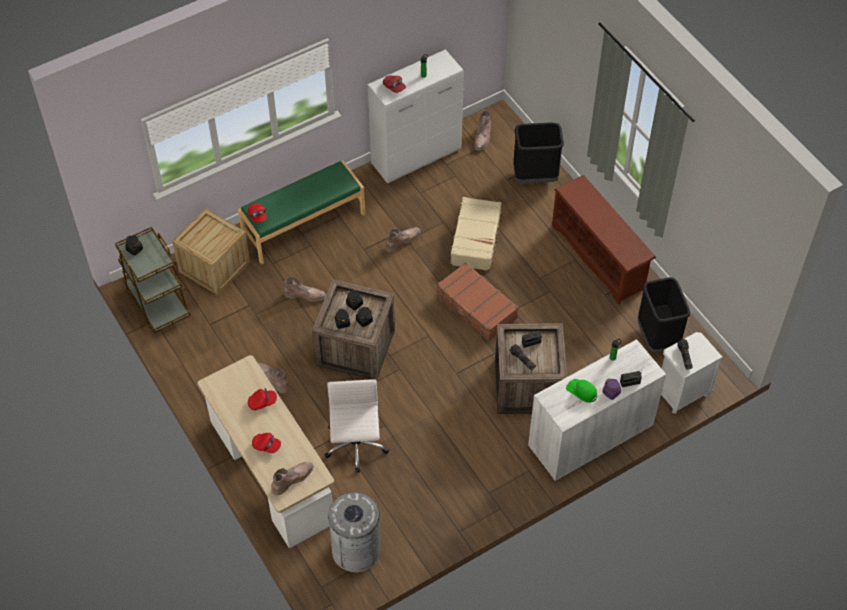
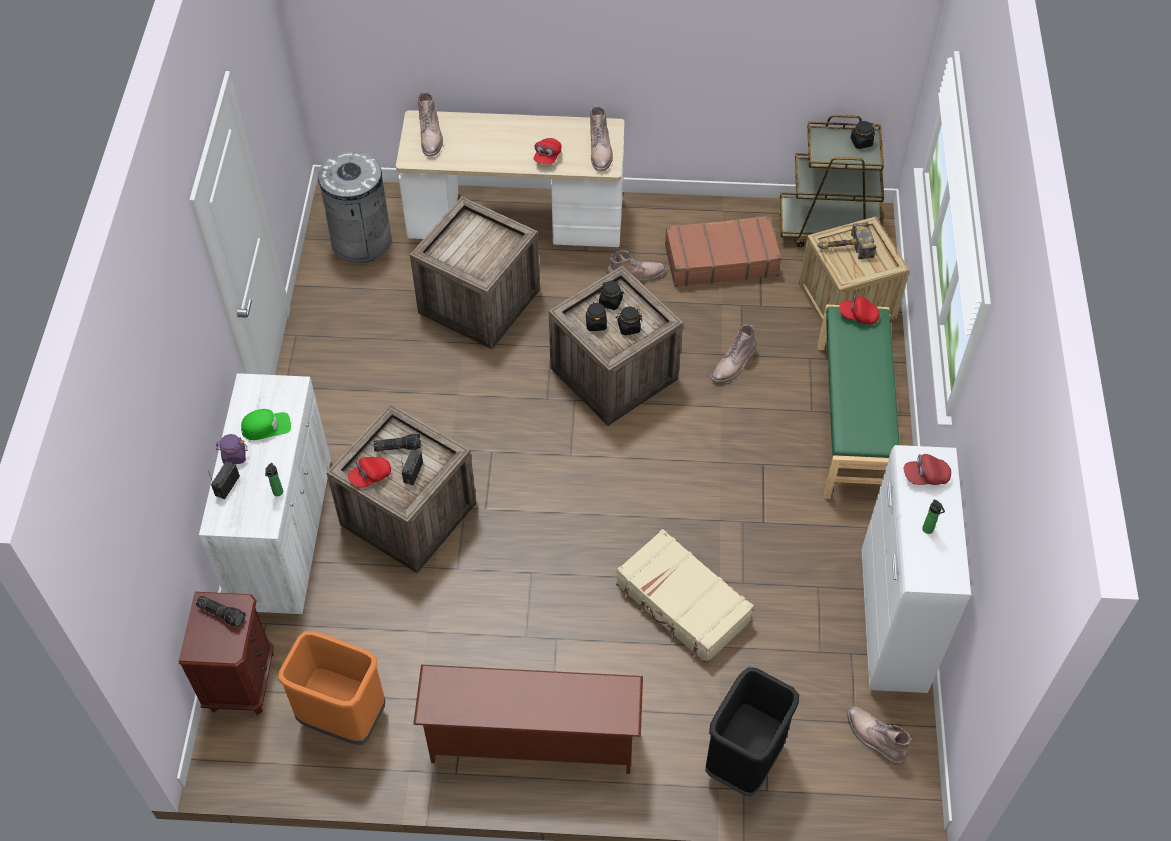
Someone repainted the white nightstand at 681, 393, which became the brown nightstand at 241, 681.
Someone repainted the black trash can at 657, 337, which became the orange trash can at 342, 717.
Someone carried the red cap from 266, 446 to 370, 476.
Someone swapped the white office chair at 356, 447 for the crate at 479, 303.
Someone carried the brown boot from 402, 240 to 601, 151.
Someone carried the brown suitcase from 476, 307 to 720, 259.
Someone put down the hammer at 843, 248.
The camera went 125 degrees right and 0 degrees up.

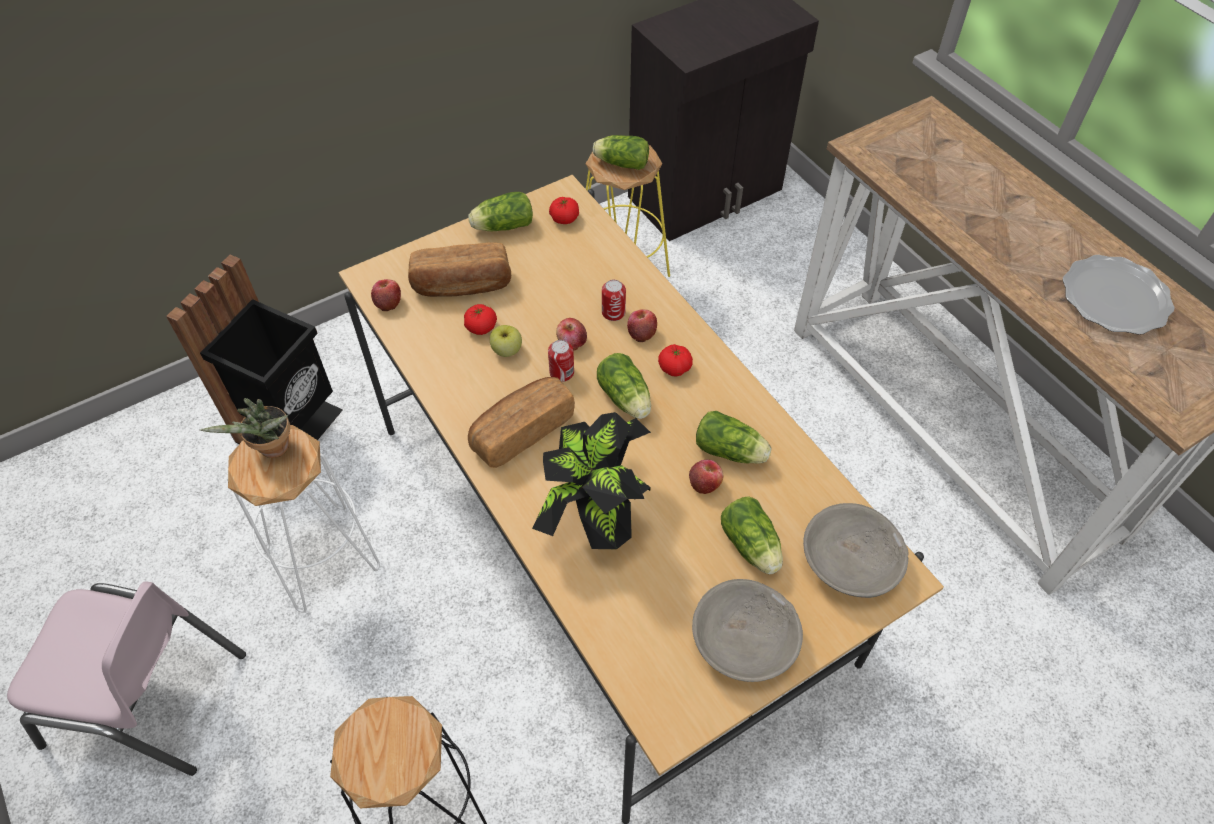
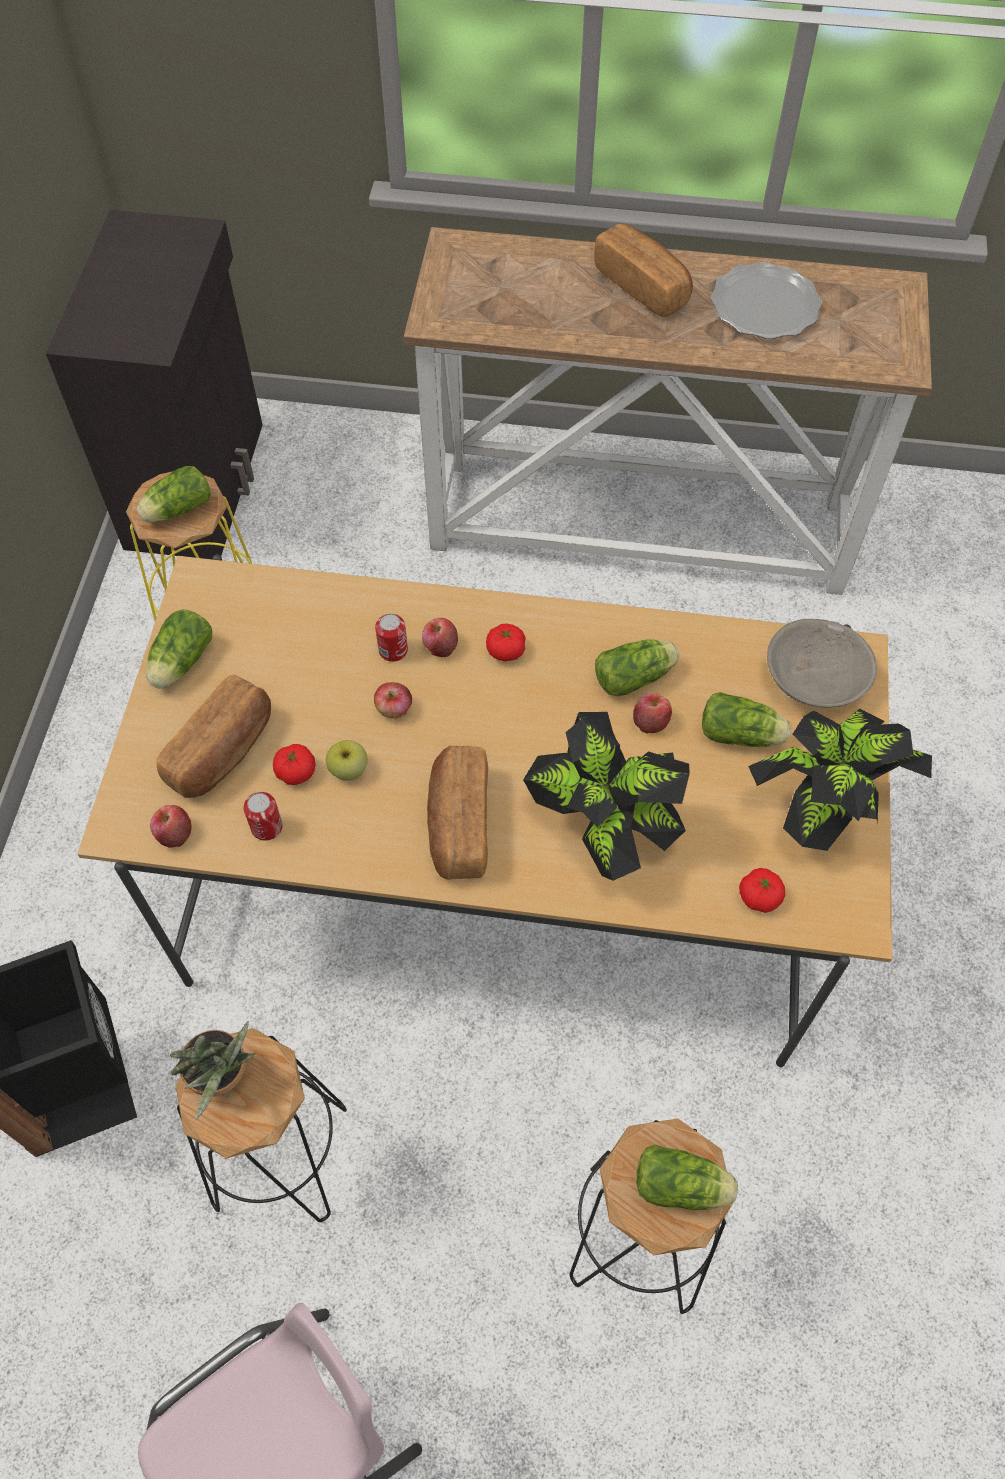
Someone repainted the white stool at 322, 557, which became the black stool at 279, 1156.
Someone carried the can from 561, 372 to 267, 827.
Someone put down the bread at 643, 286.
Someone carried the lettuce from 626, 399 to 684, 1186.
Someone carried the tomato from 564, 218 to 759, 896.
Someone swapped the grey bowl at 743, 641 for the potted plant at 823, 808.
The camera went 50 degrees left and 5 degrees up.

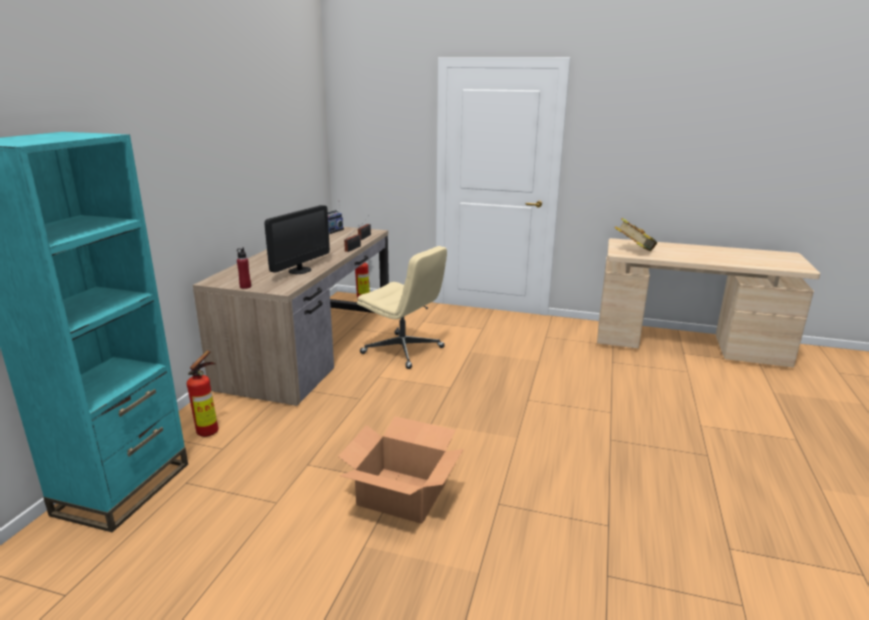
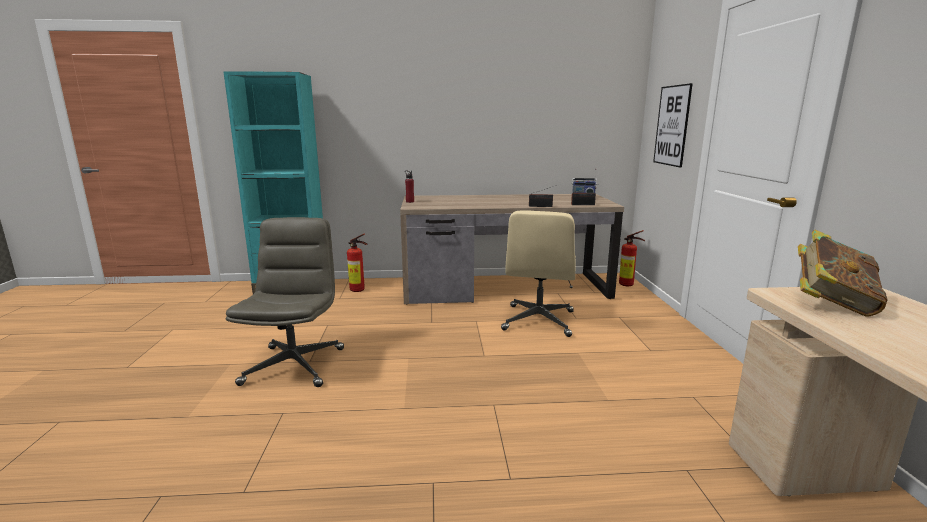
Someone swapped the cardboard box at 402, 493 for the grey office chair at 294, 365.
Someone put up the picture at 672, 125.
Someone took away the monitor at 300, 270.
The camera went 70 degrees right and 5 degrees down.

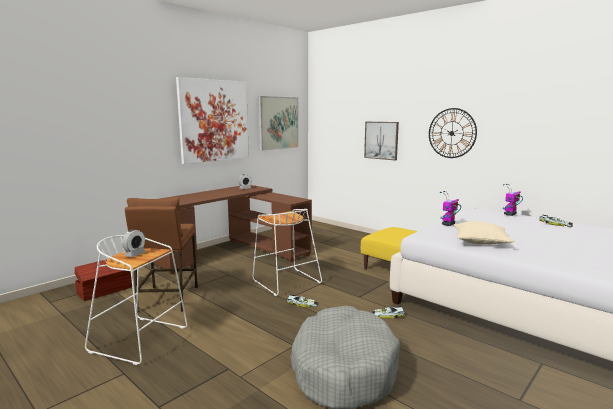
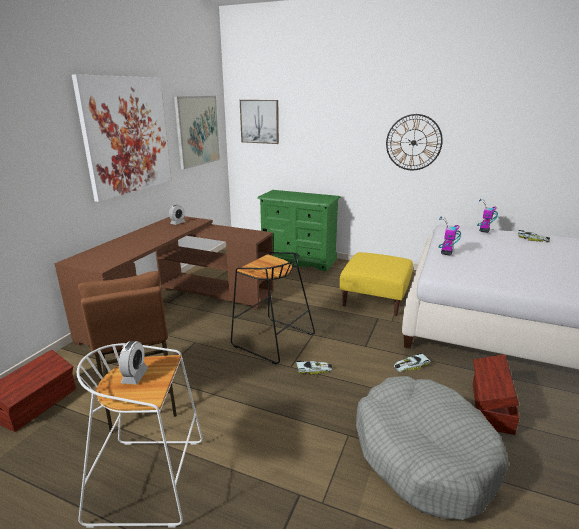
Someone repainted the white stool at 285, 281, which became the black stool at 271, 340.
Someone carried the picture from 381, 140 to 259, 121.
Someone put down the green dresser at 298, 260.
Someone put down the brown storage box at 490, 407.
Someone took away the beige pillow at 480, 241.
The camera went 20 degrees left and 10 degrees up.

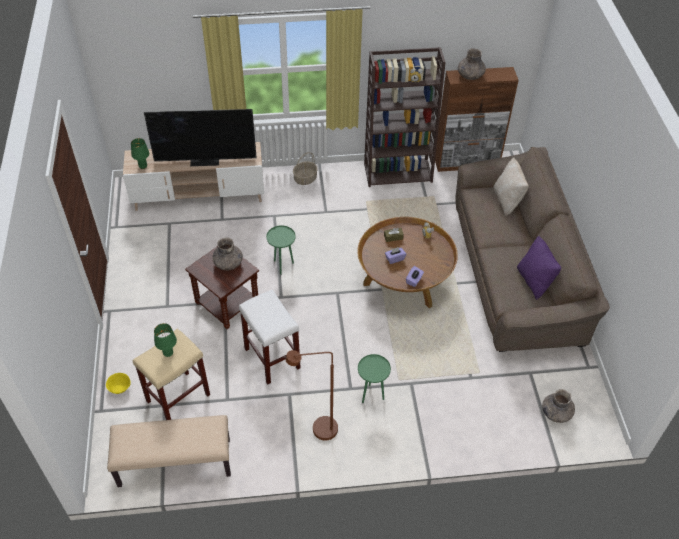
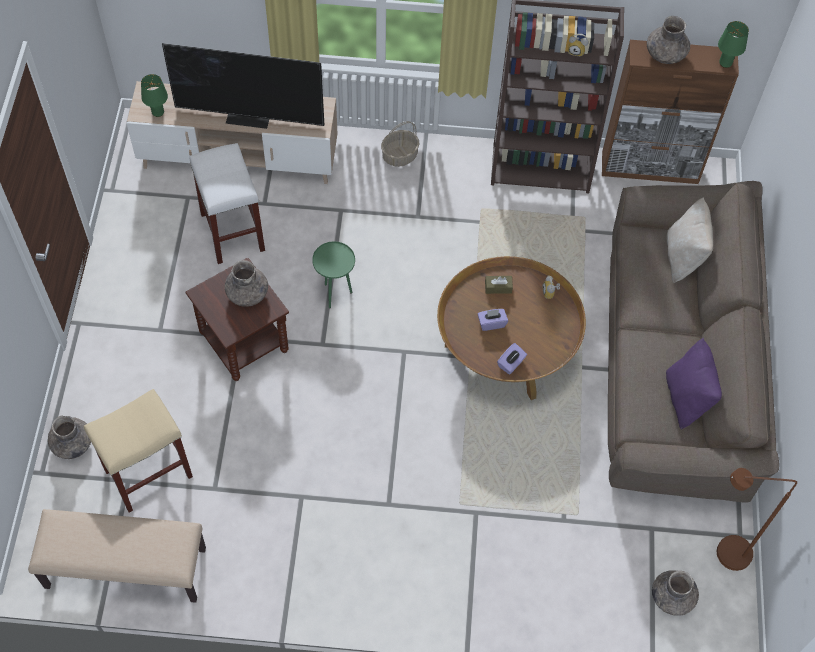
Someone swapped the yellow bowl at 119, 388 for the grey vase at 72, 444.
Someone carried the white stool from 271, 358 to 231, 231.
Someone carried the brown floor lamp from 318, 431 to 723, 554.
Someone carried the green table lamp from 168, 353 to 725, 63.
Someone took away the green side table at 371, 395.
The camera went 10 degrees right and 10 degrees up.

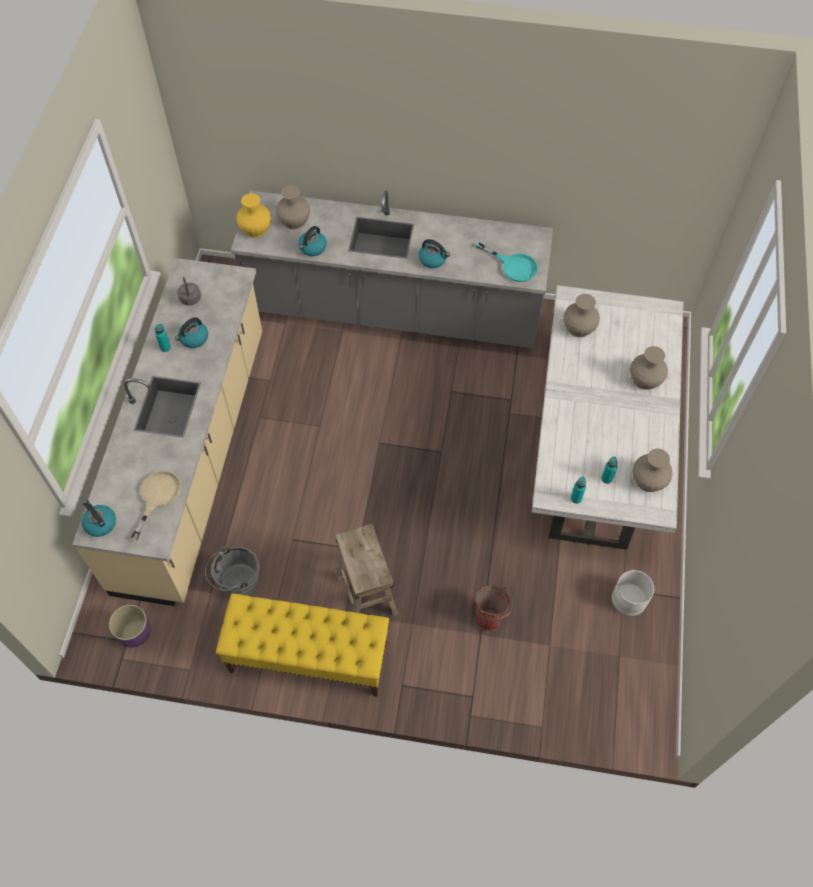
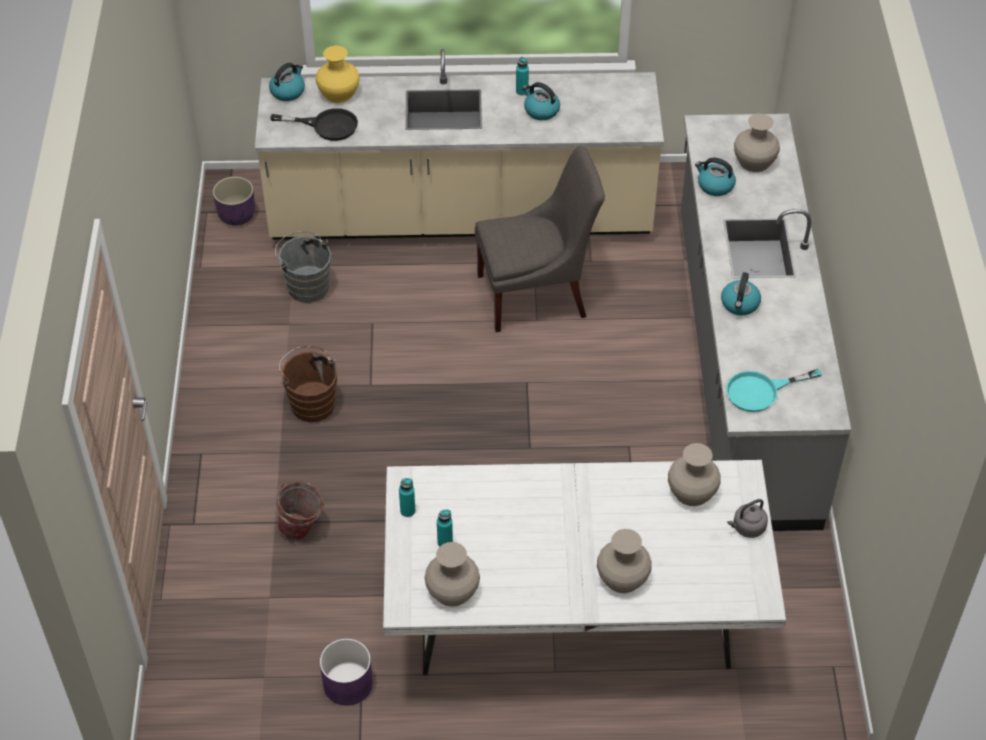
Someone repainted the beige frying pan at 157, 497, which became the black frying pan at 326, 125.
Someone swapped the beige stool at 366, 594 for the brown bucket at 311, 402.
Someone carried the yellow vase from 255, 228 to 339, 93.
Someone repainted the white planter at 629, 599, which became the purple planter at 347, 684.
Someone put down the grey chair at 537, 295.
Someone rotated the turquoise frying pan at 513, 266 by 45 degrees clockwise.
Someone carried the grey kettle from 190, 300 to 747, 528.
Someone took away the yellow bench at 308, 657.
The camera went 80 degrees right and 10 degrees down.

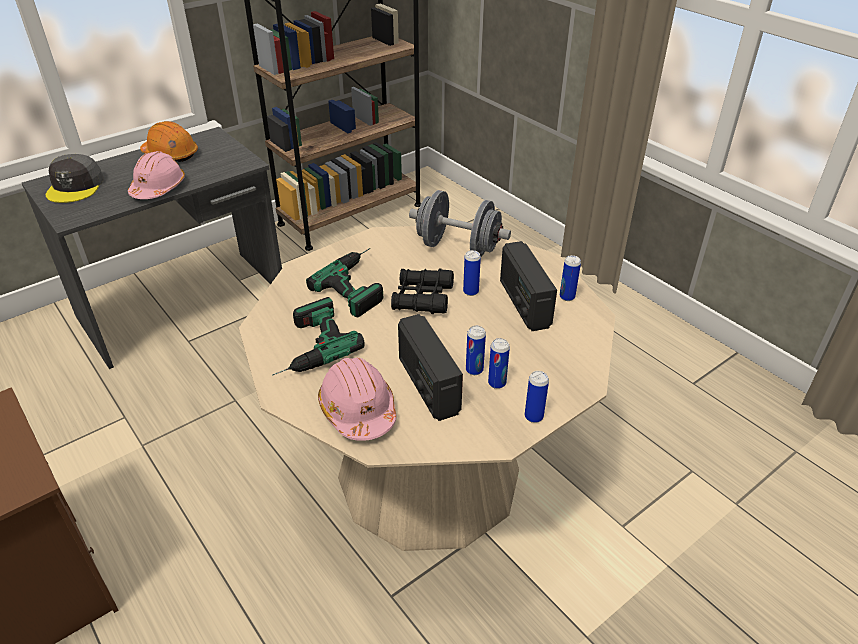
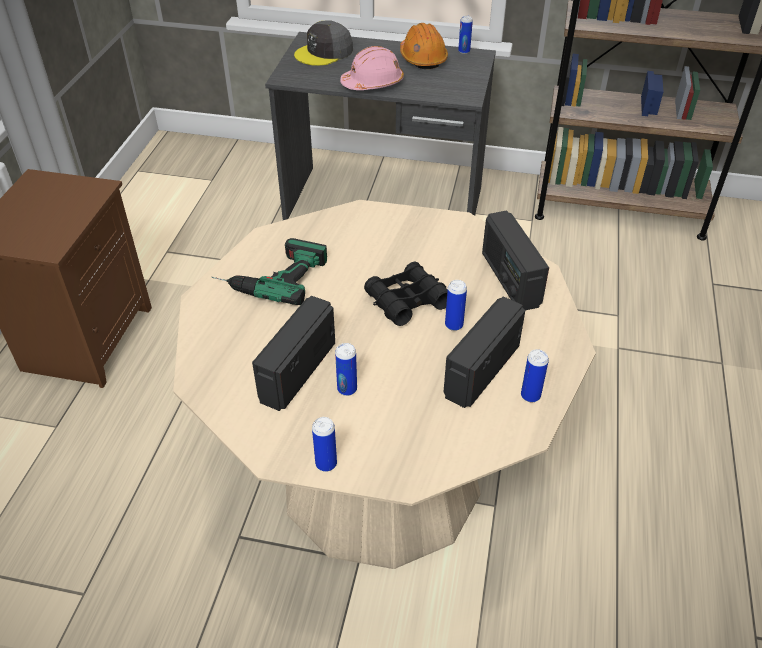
Someone carried the can from 497, 383 to 464, 51.
Someone swapped the grey dumbbell at 458, 247 for the radio at 510, 279.
Someone took away the power drill at 360, 283.
Someone took away the pink hard hat at 358, 410.
The camera went 50 degrees right and 5 degrees up.

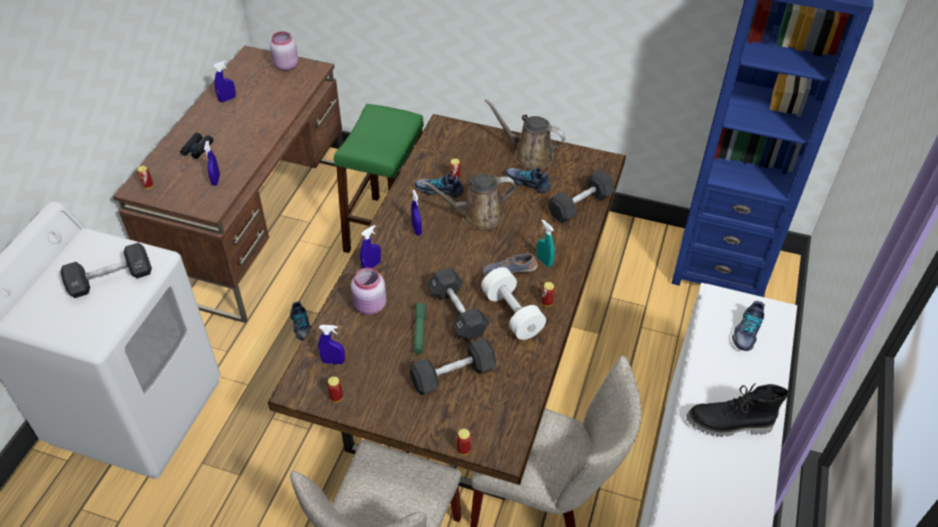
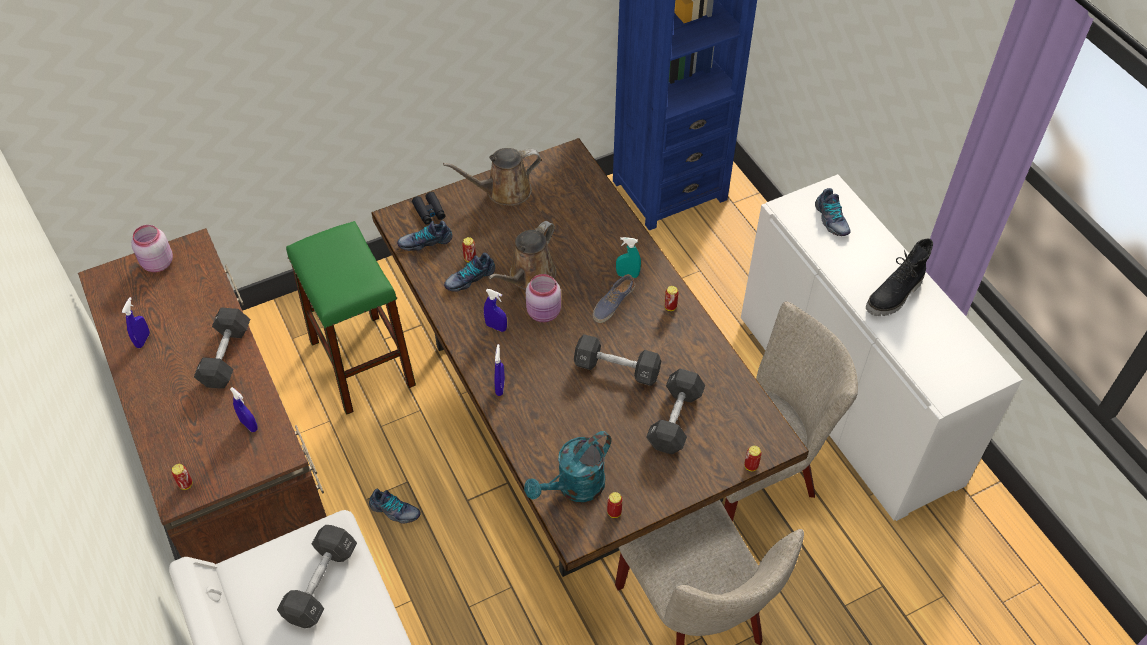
Someone carried the black dumbbell from 580, 205 to 226, 356.
Someone carried the shoe from 528, 182 to 425, 241.
Someone carried the black binoculars from 197, 149 to 429, 211.
Someone swapped the blue spray bottle at 333, 361 for the turquoise watering can at 574, 488.
Someone carried the pink jar from 370, 307 to 544, 313.
Someone took away the green flashlight at 419, 331.
Someone took away the white dumbbell at 512, 313.
The camera went 45 degrees left and 5 degrees up.

